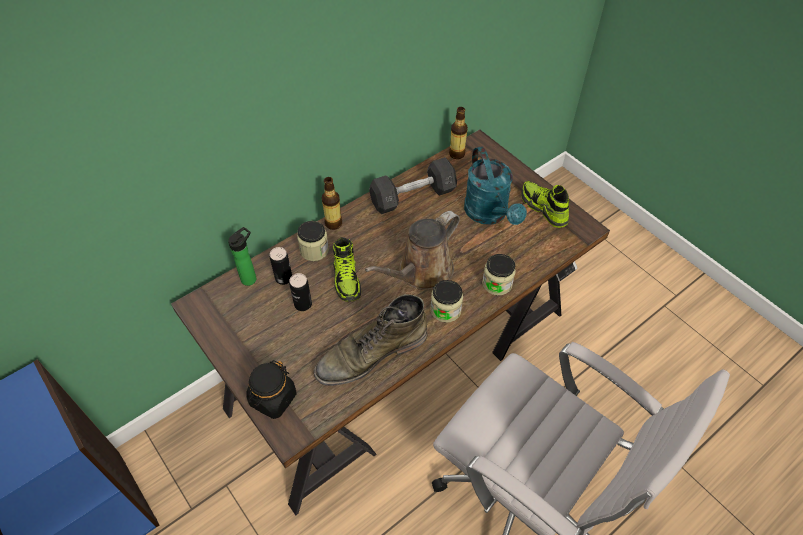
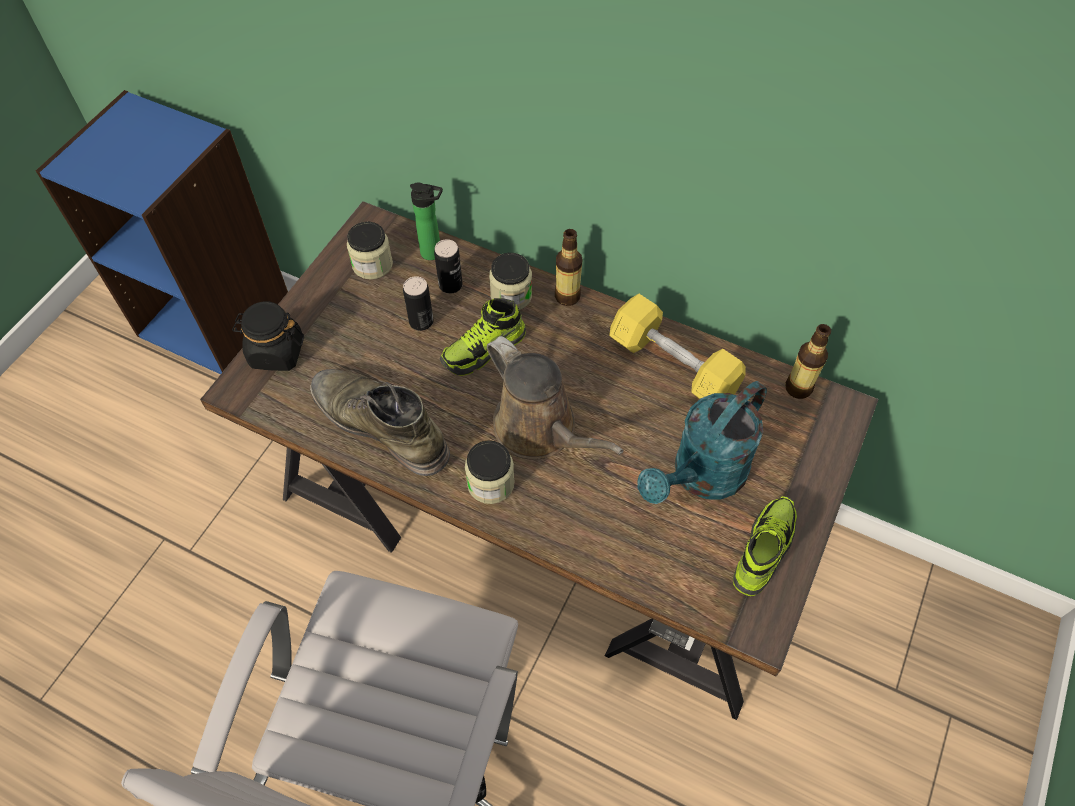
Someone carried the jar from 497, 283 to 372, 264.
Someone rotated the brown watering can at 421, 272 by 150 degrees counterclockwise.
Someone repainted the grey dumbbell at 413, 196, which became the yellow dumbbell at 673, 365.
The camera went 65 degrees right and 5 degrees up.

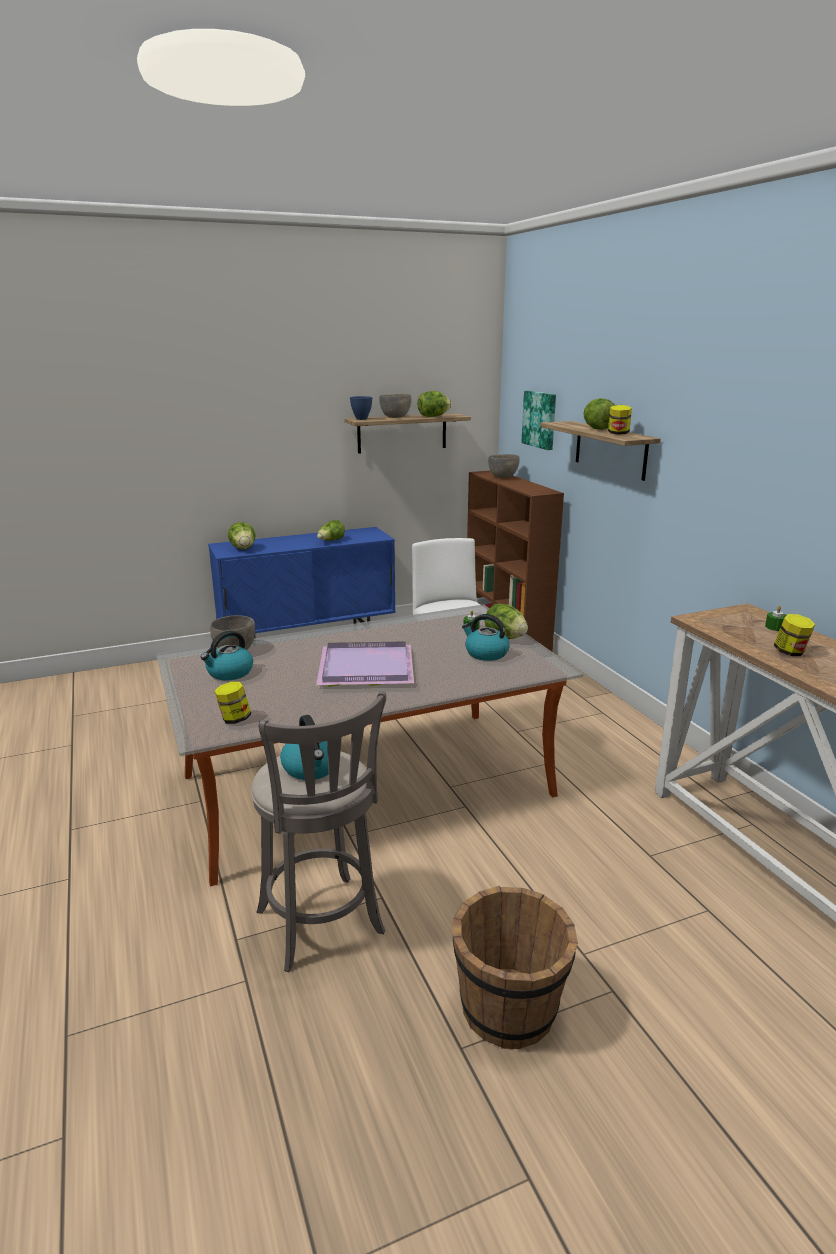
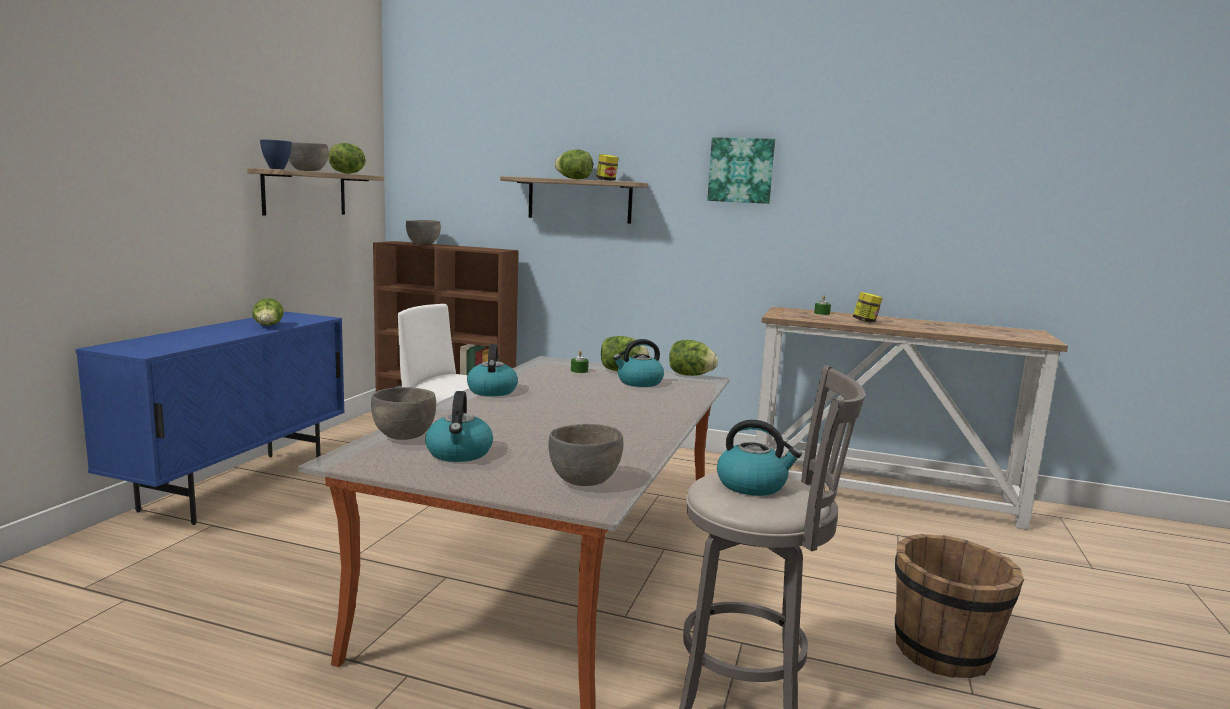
Someone put down the kettle at 492, 391.
Someone swapped the jar at 234, 719 for the grey bowl at 585, 481.
Someone carried the lettuce from 243, 548 to 690, 375.
Someone carried the picture from 540, 419 to 741, 170.
Someone took away the purple tray at 364, 668.
The camera went 50 degrees left and 10 degrees down.

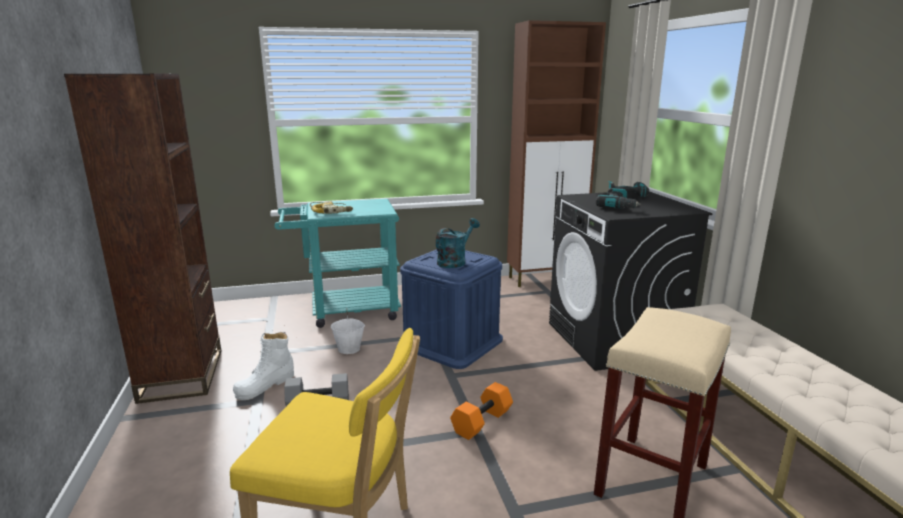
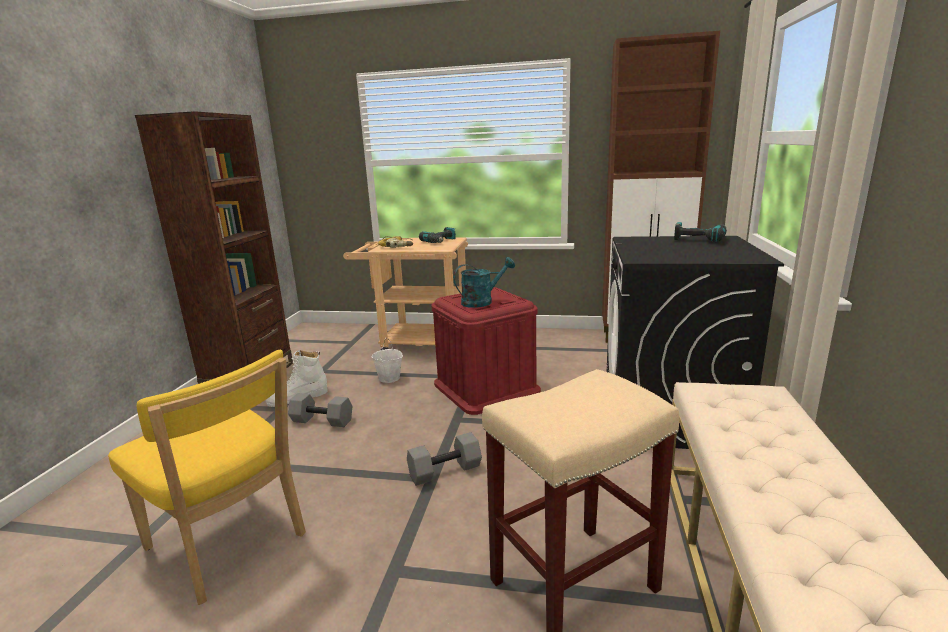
Someone repainted the turquoise cart at 345, 311, which became the beige cart at 417, 344.
Someone repainted the orange dumbbell at 482, 422, which became the grey dumbbell at 444, 472.
Someone carried the power drill from 618, 206 to 441, 241.
Someone repainted the blue storage box at 451, 342, which became the red storage box at 486, 387.
The camera went 25 degrees right and 0 degrees up.

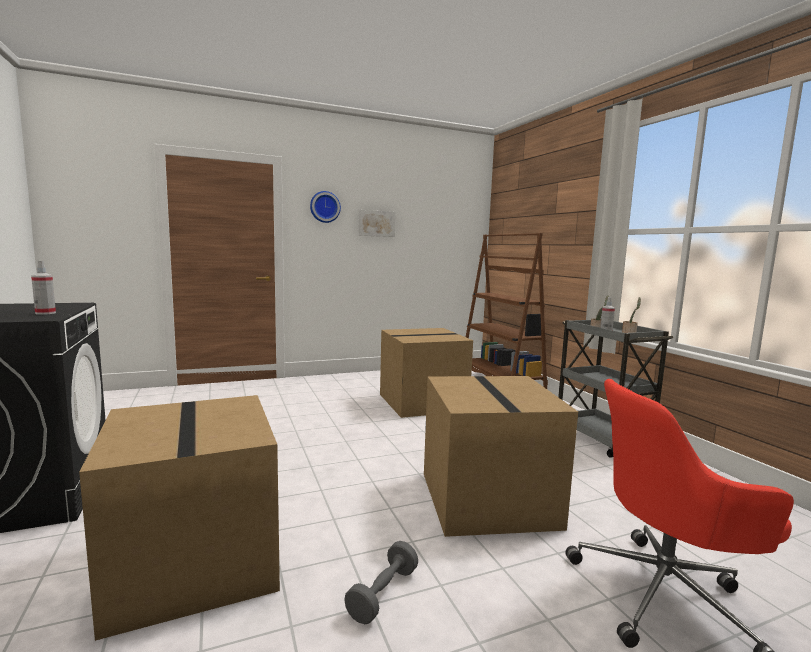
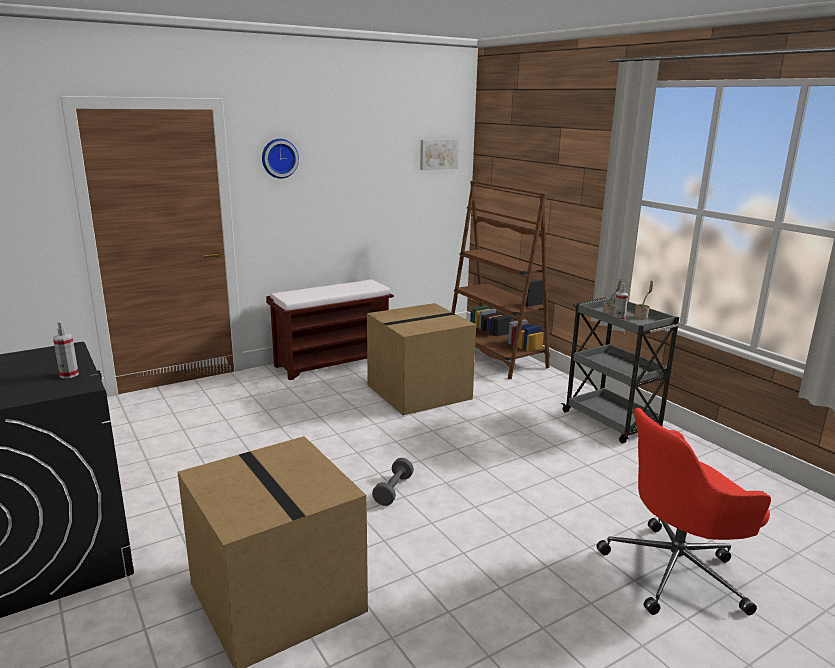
Someone put down the brown bench at 333, 362.
Someone carried the grey dumbbell from 383, 594 to 393, 490.
Someone carried the picture from 376, 223 to 438, 154.
Someone took away the cardboard box at 490, 500.
The camera went 10 degrees left and 10 degrees up.

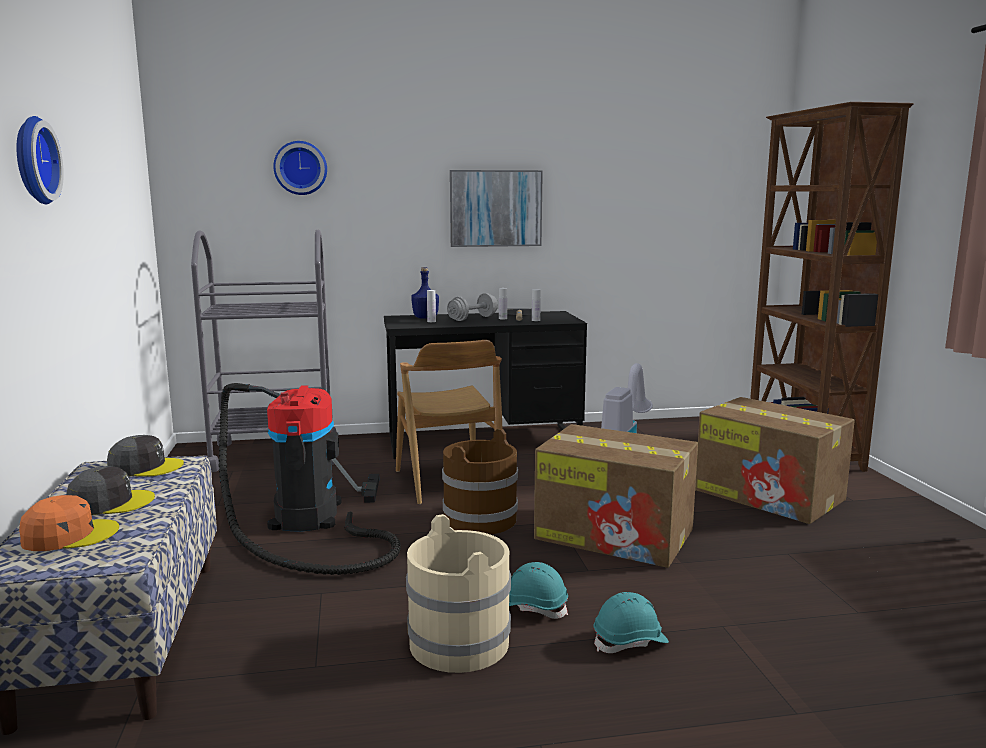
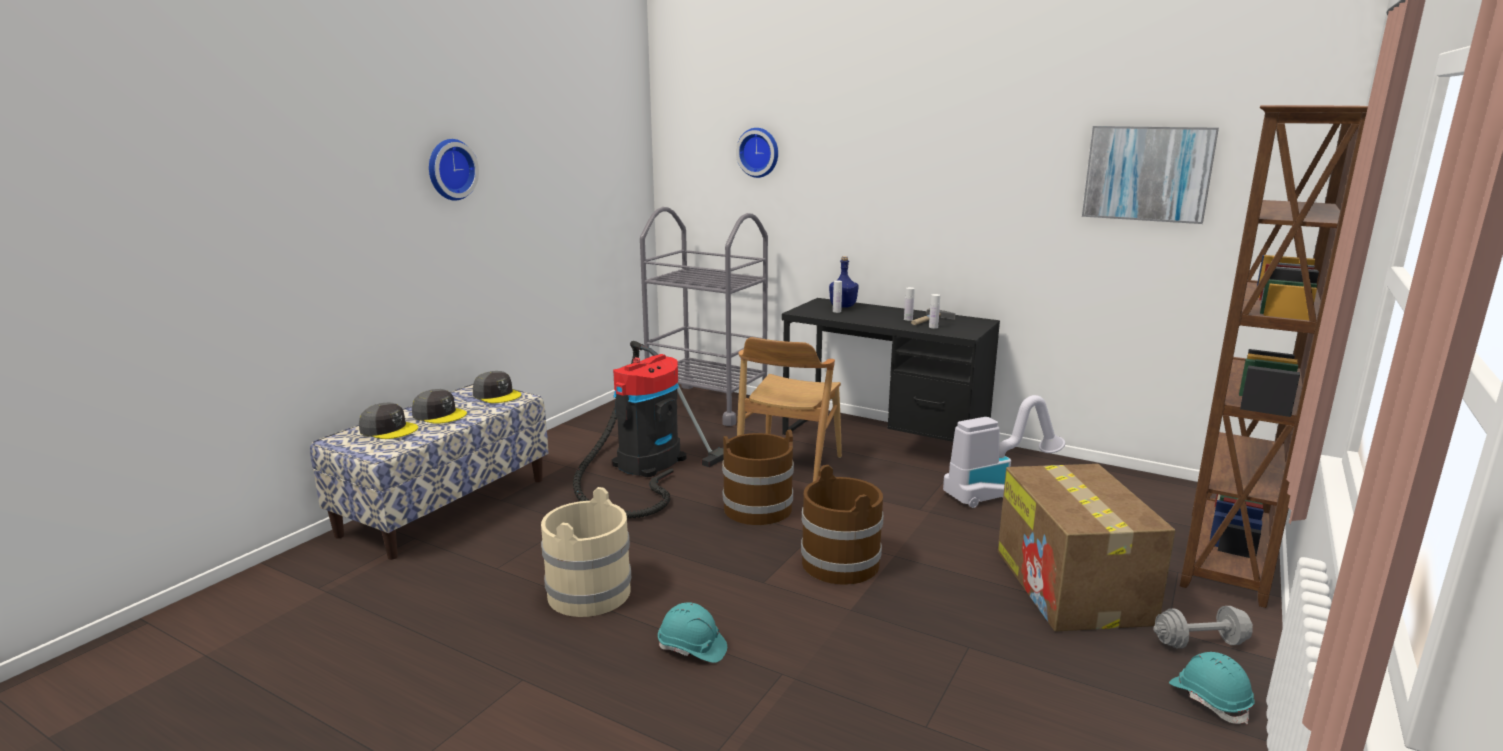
Someone repainted the orange cap at 69, 535, which became the grey cap at 389, 429.
Someone swapped the cardboard box at 616, 535 for the brown bucket at 841, 563.
Someone carried the picture from 495, 208 to 1147, 173.
Someone carried the grey dumbbell from 472, 318 to 1199, 642.
Someone carried the turquoise hard hat from 533, 607 to 1209, 699.
The camera went 40 degrees right and 5 degrees up.

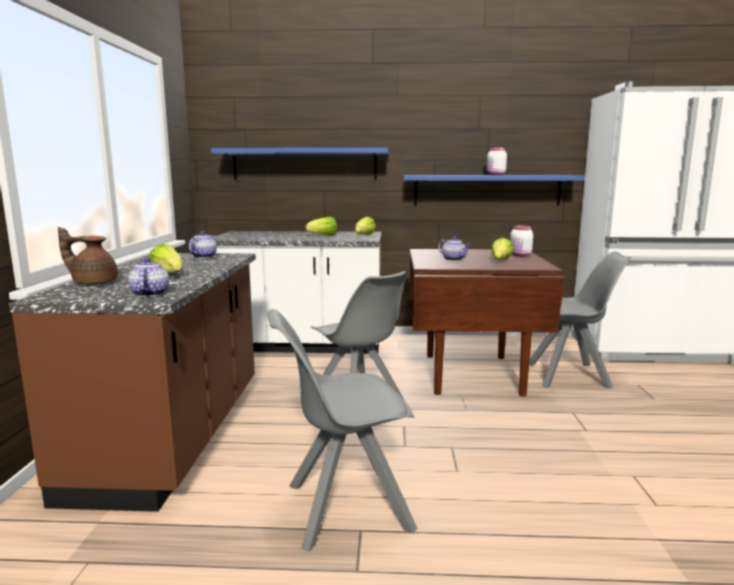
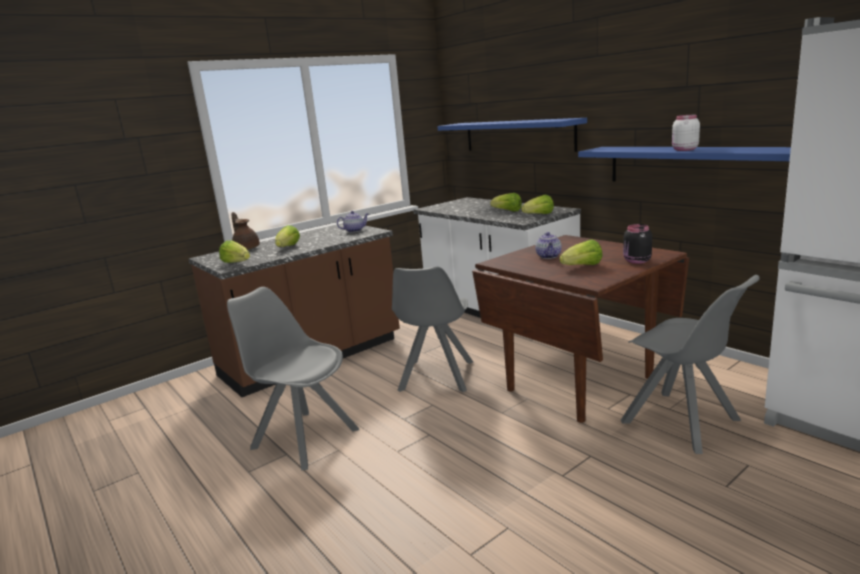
Someone swapped the teapot at 149, 294 for the lettuce at 237, 263.
Someone repainted the white jar at 520, 255, which became the black jar at 636, 261.
The camera went 50 degrees right and 5 degrees up.

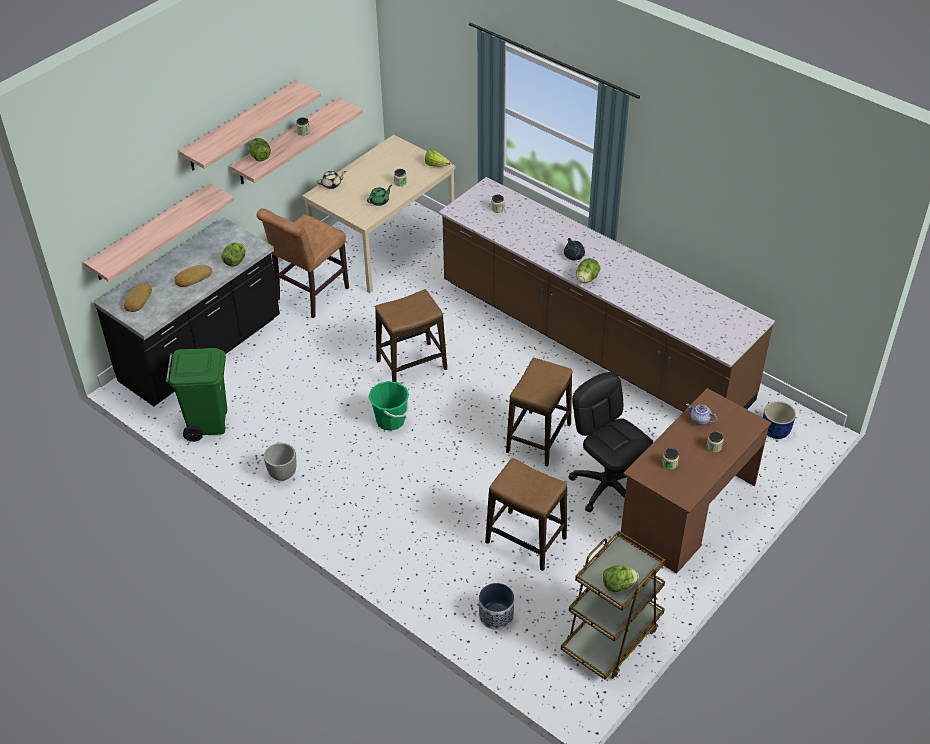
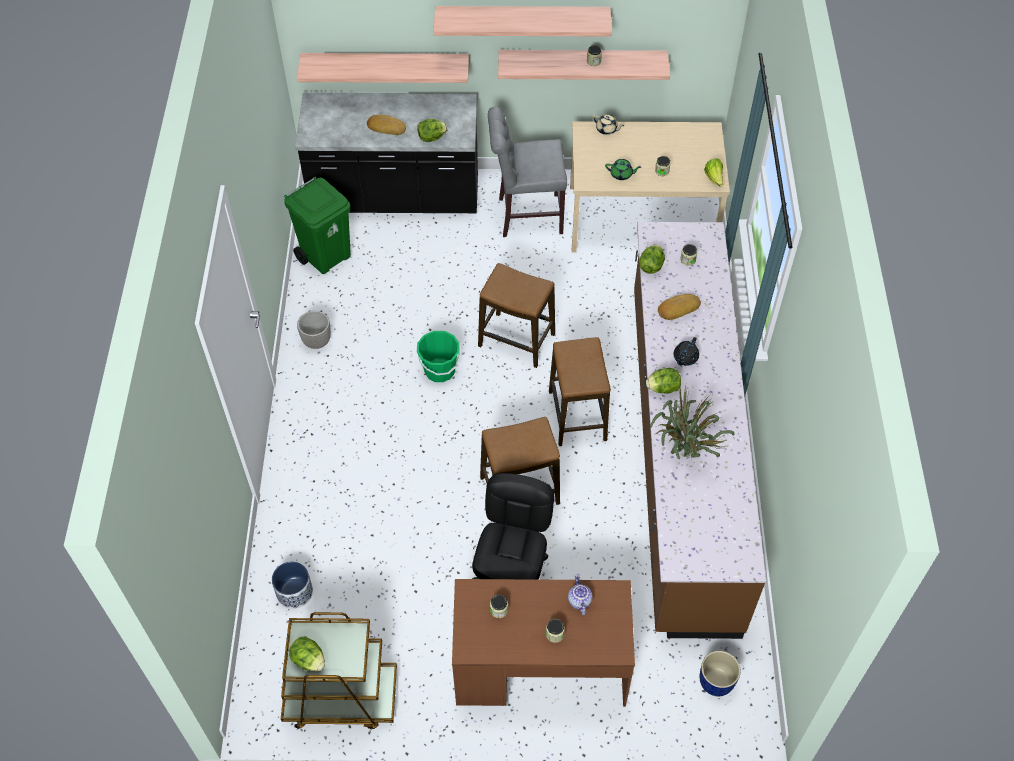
Someone repainted the brown chair at 309, 295, which became the grey chair at 526, 216.
Someone carried the stool from 526, 540 to 577, 416.
Someone carried the lettuce from 260, 157 to 651, 266.
Someone put down the potted plant at 683, 454.
Someone carried the bread from 137, 300 to 677, 308.
The camera went 50 degrees right and 10 degrees up.

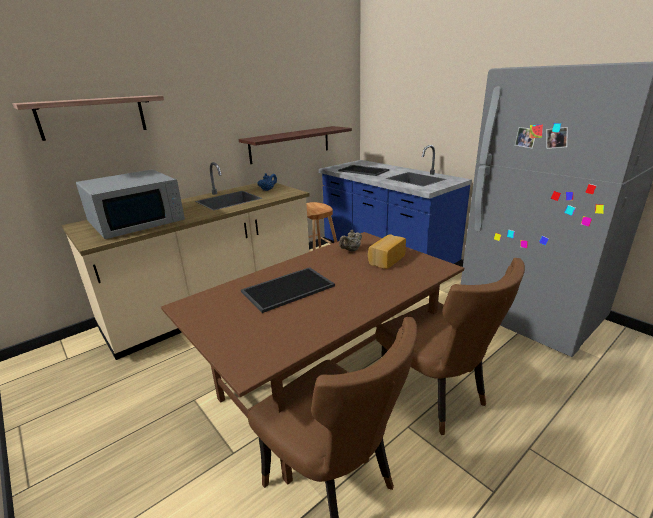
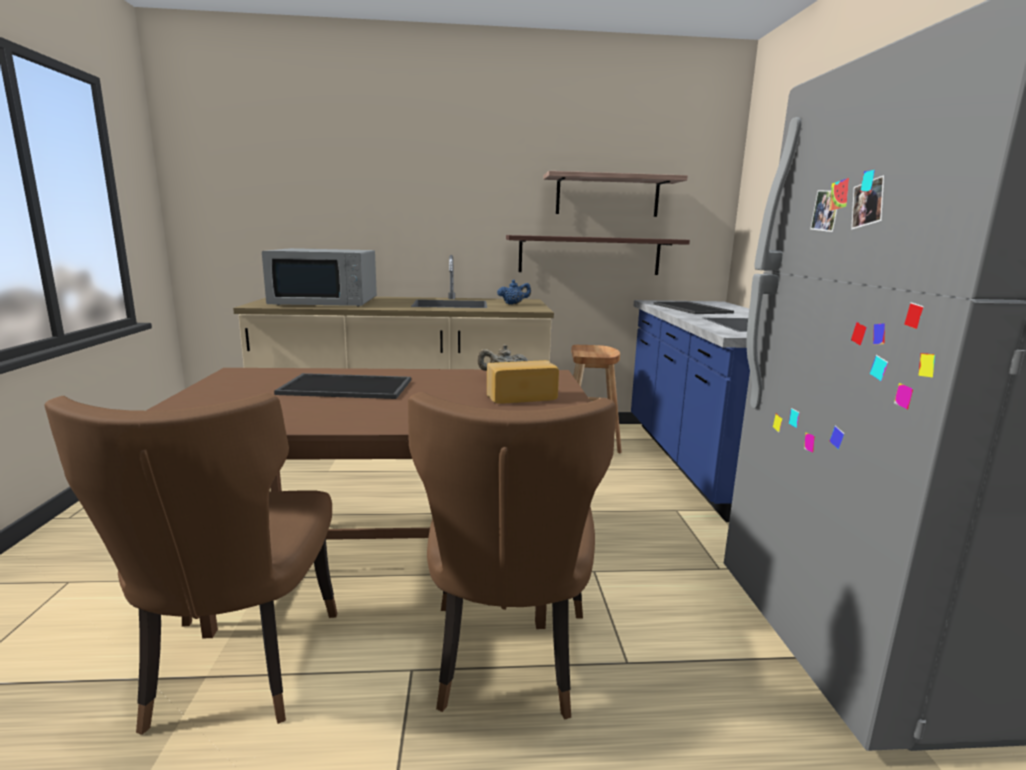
Someone carried the shelf from 93, 117 to 607, 196.
The camera went 35 degrees right and 10 degrees down.

